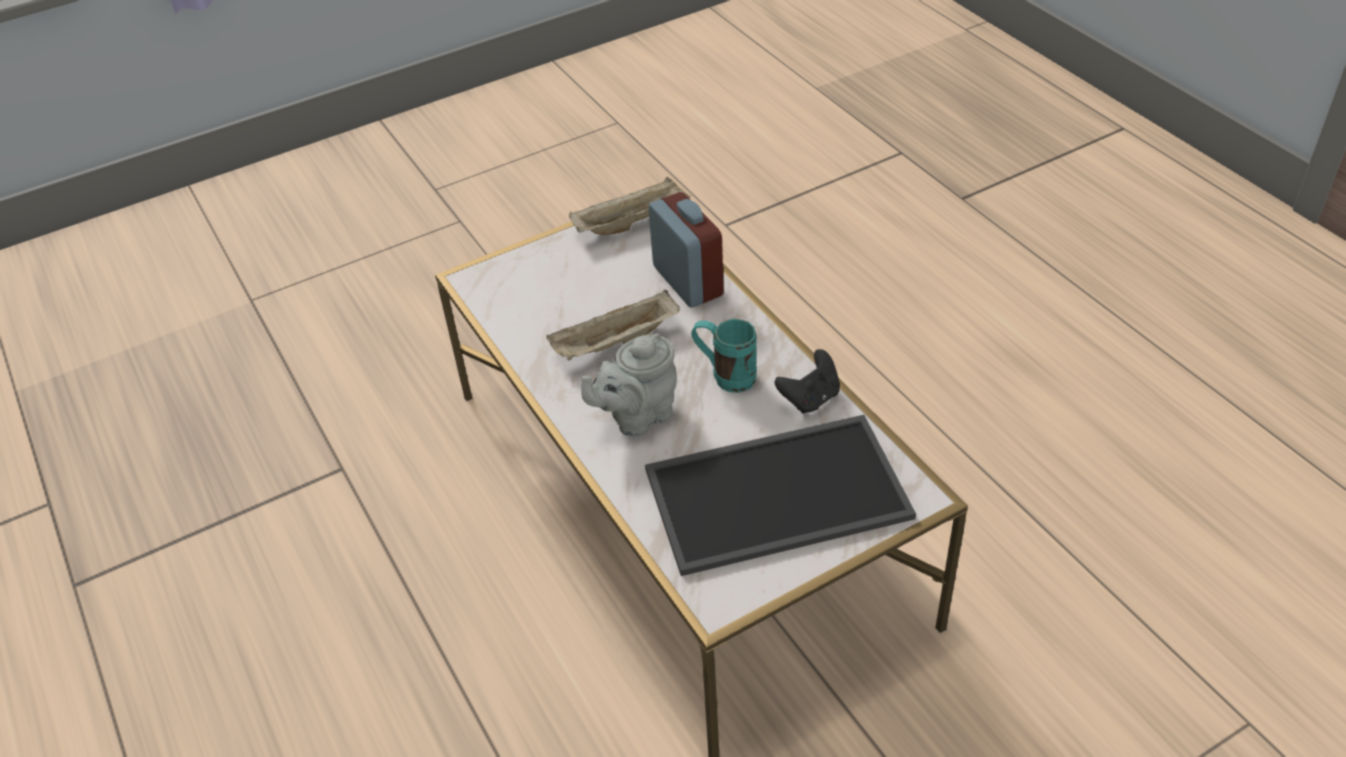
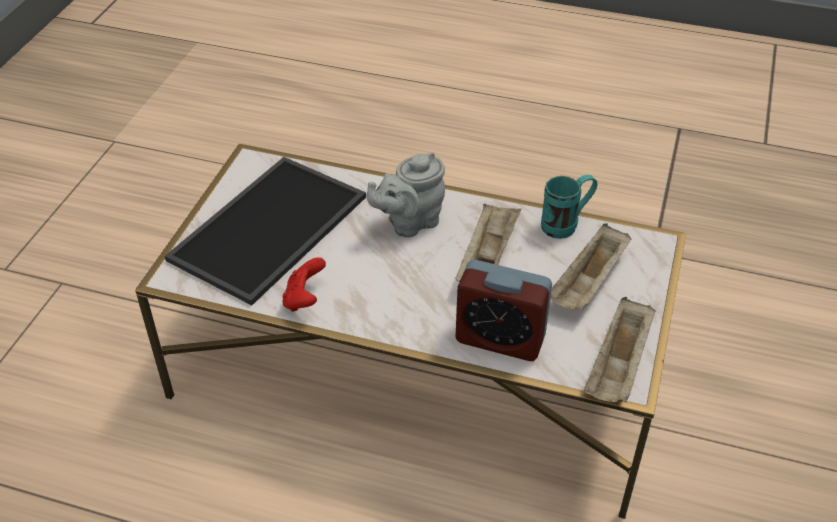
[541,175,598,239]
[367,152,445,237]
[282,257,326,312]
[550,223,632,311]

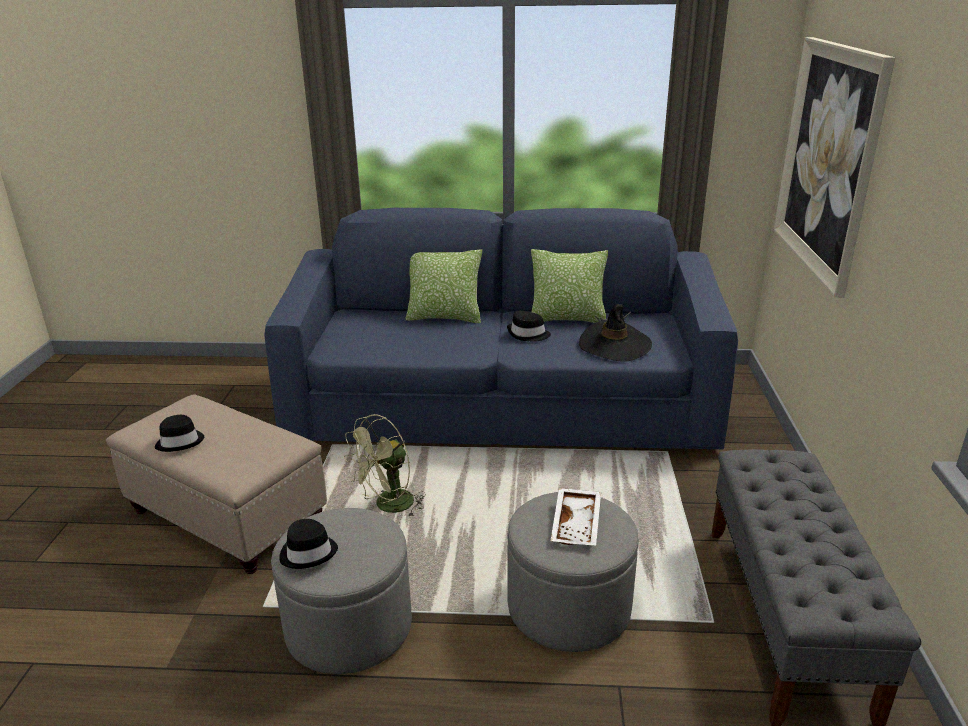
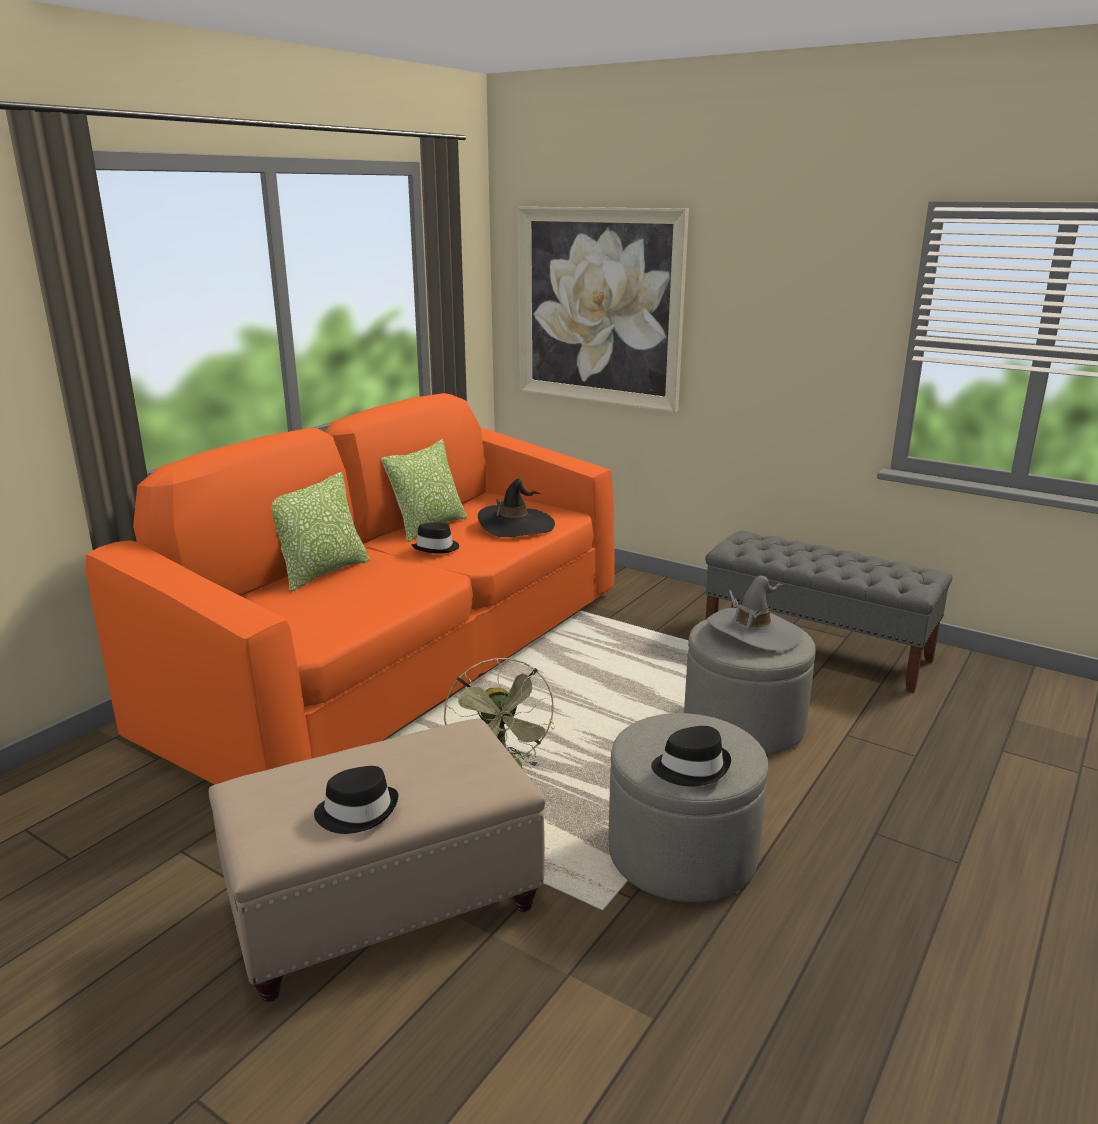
[85,393,615,785]
[707,576,803,651]

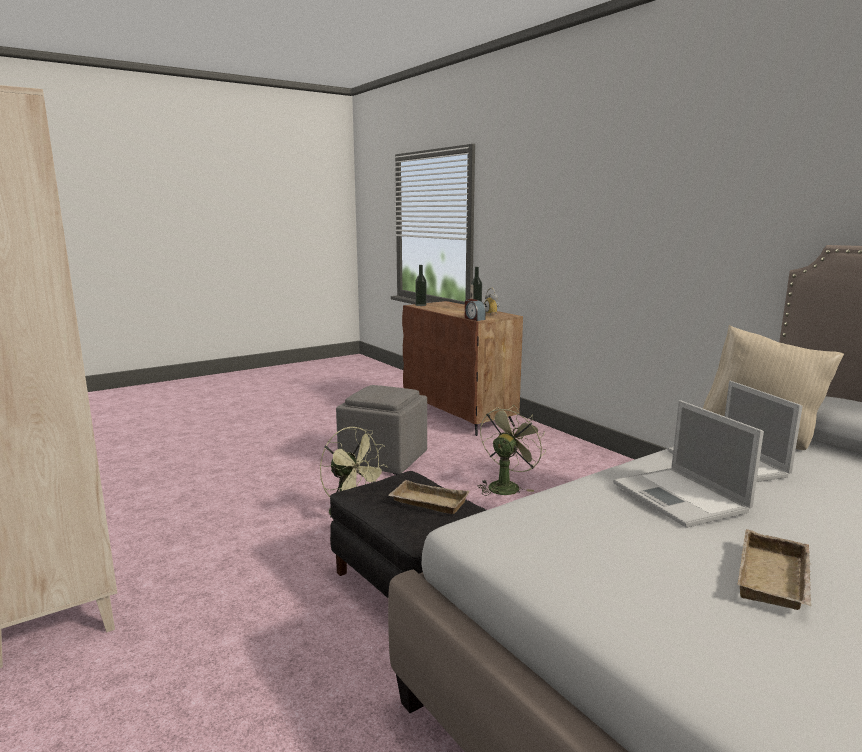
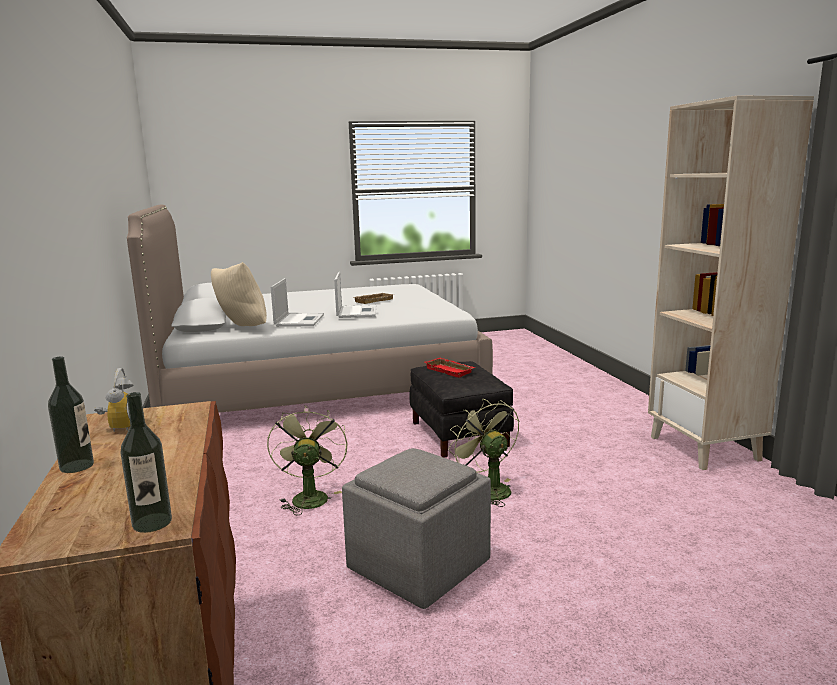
[465,299,486,321] (first image)
[267,405,348,515]
[425,357,475,378]

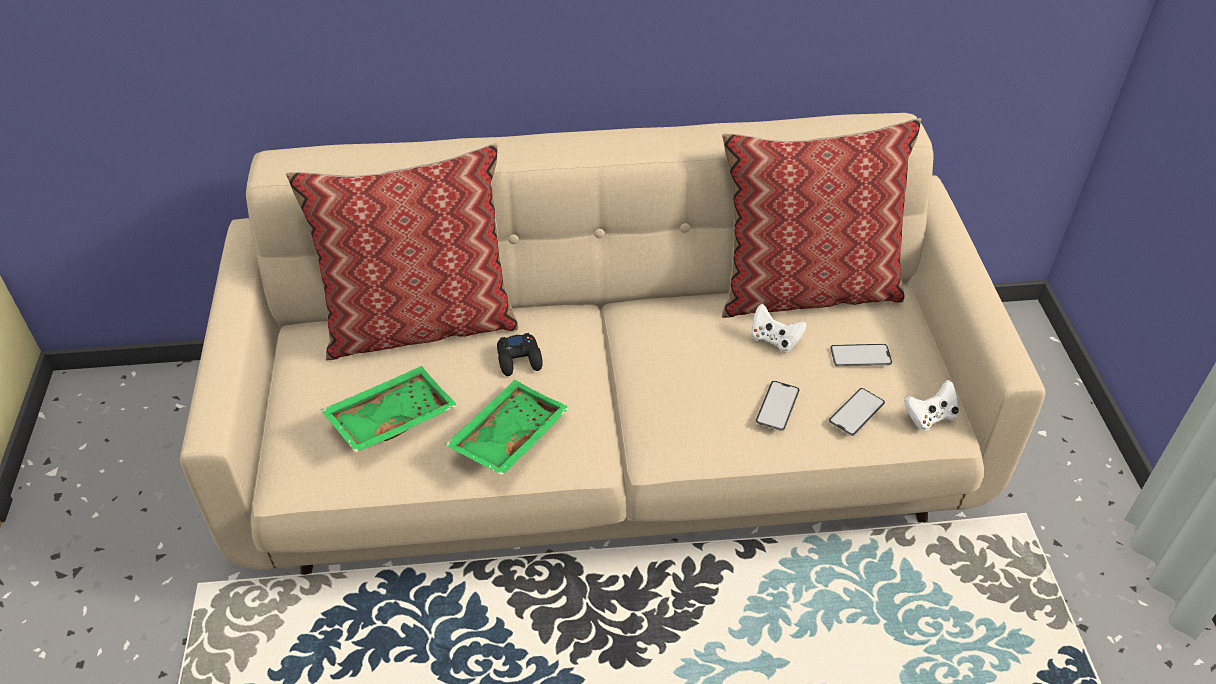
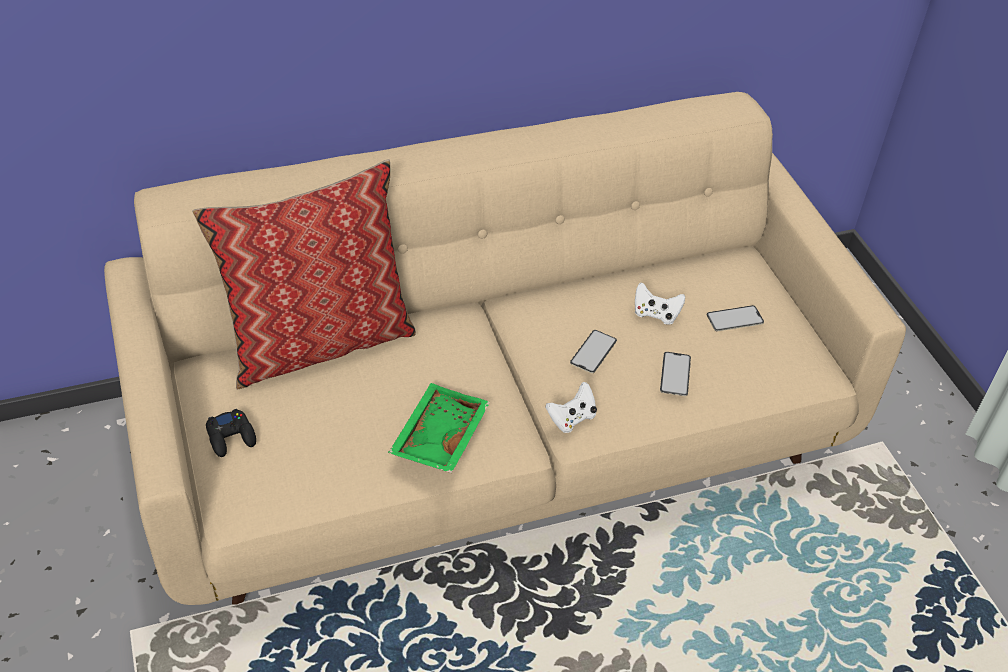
[722,118,921,318] (first image)
[206,409,256,457]
[321,366,458,453] (first image)
[545,382,597,433]
[570,330,617,373]

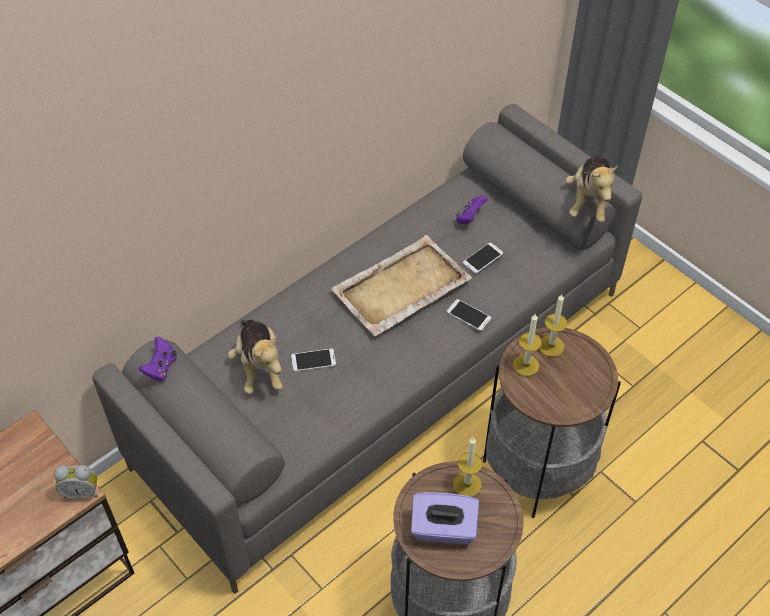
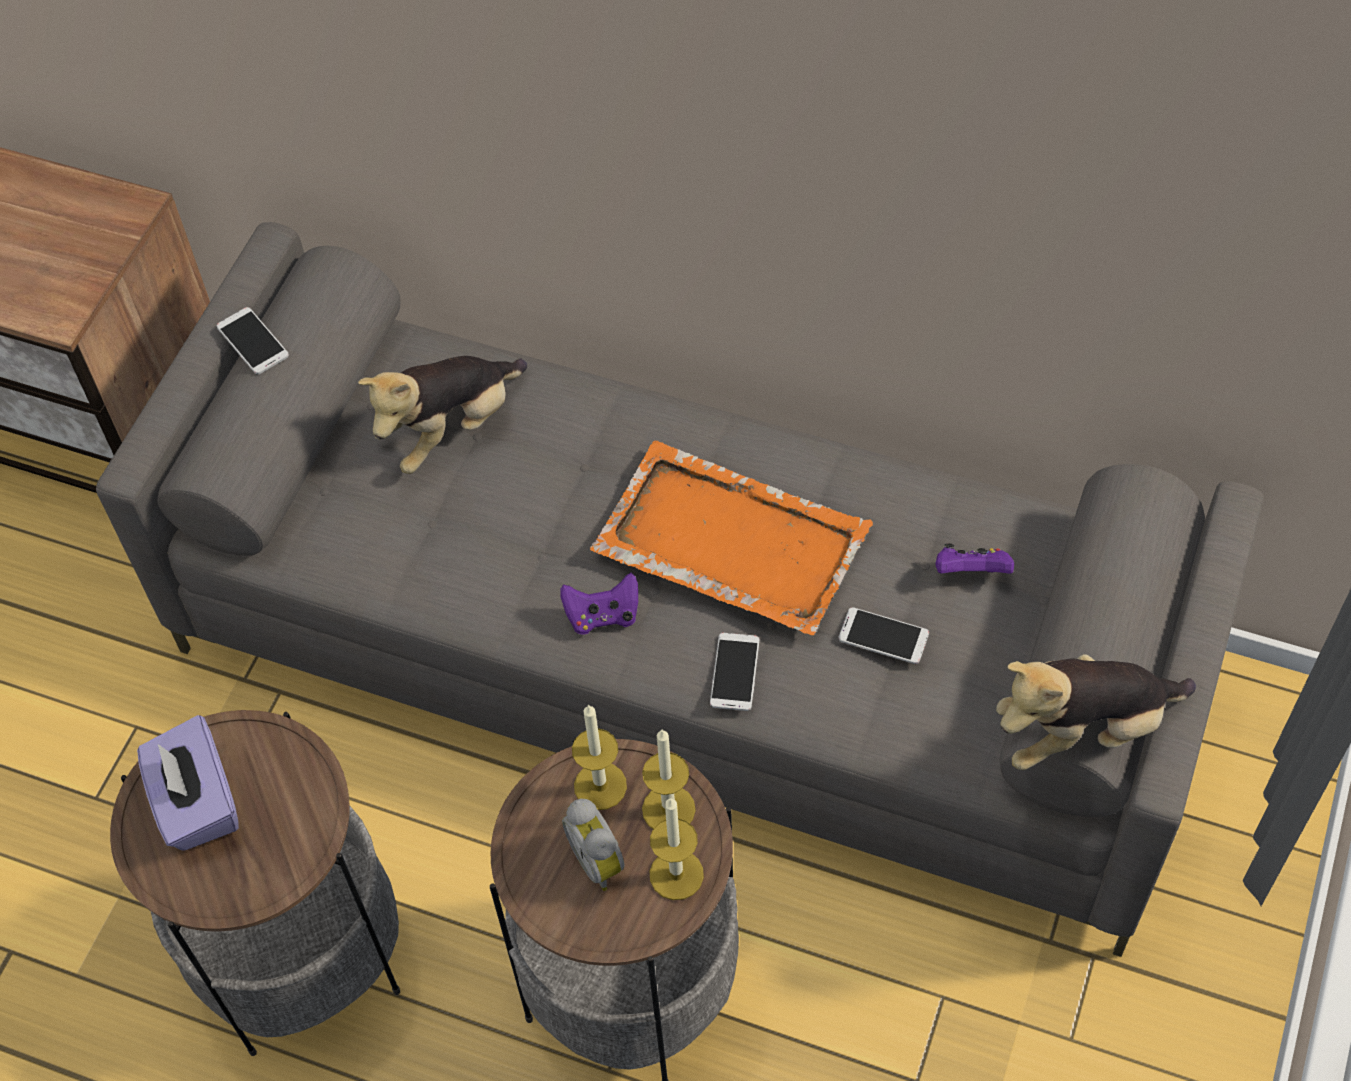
[590,440,873,635]
[560,573,638,635]
[217,307,289,374]
[650,798,704,900]
[562,799,625,891]

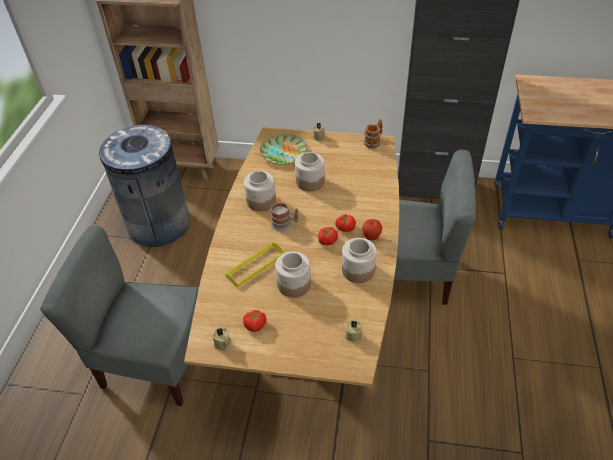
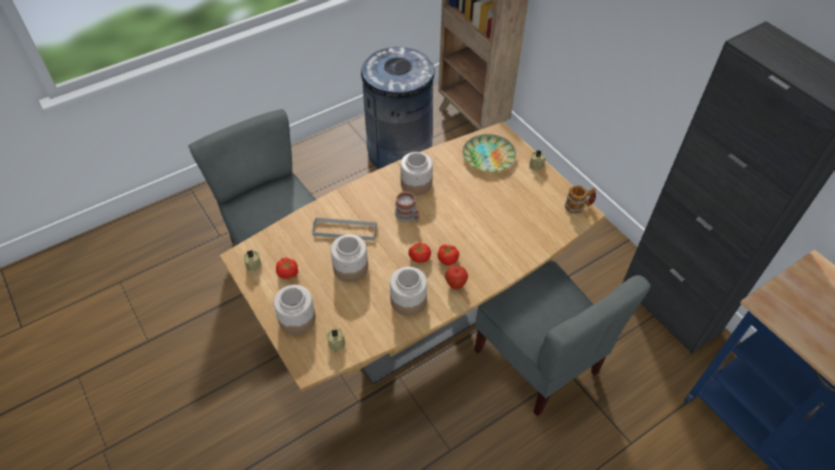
[274,285,316,335]
[312,217,377,241]

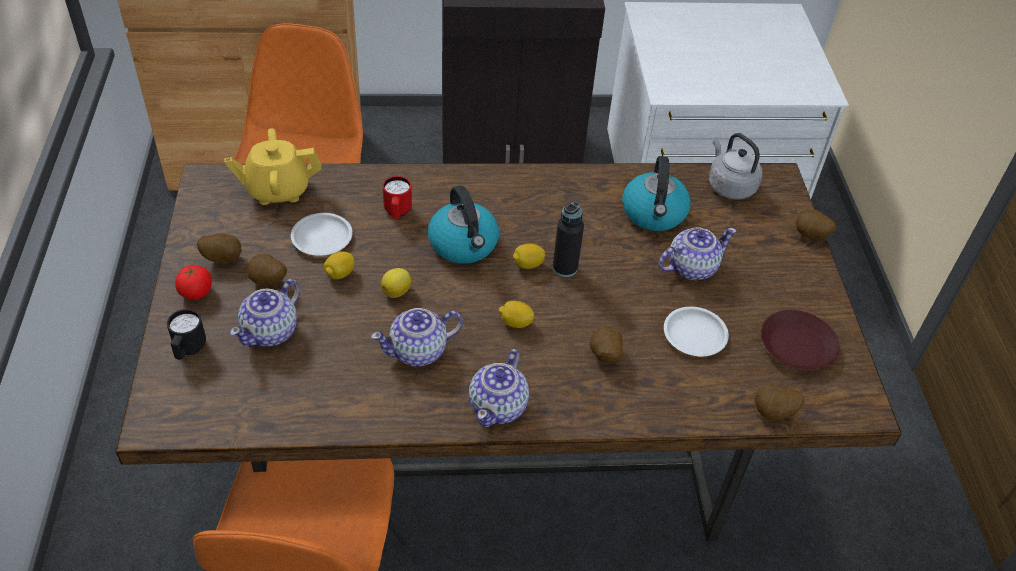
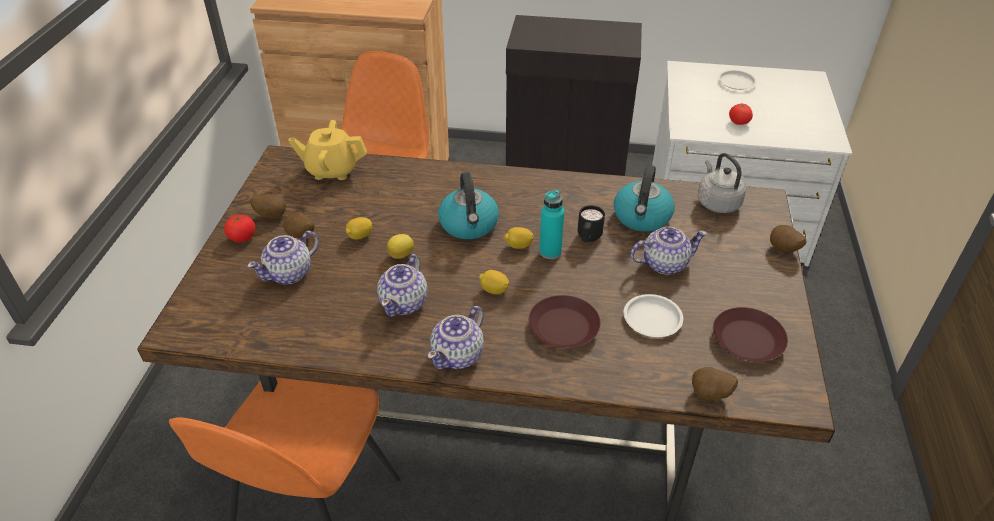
[383,176,412,219] (first image)
[539,190,565,259]
[718,70,757,90]
[377,254,427,317]
[578,205,605,242]
[529,295,600,348]
[729,104,753,125]

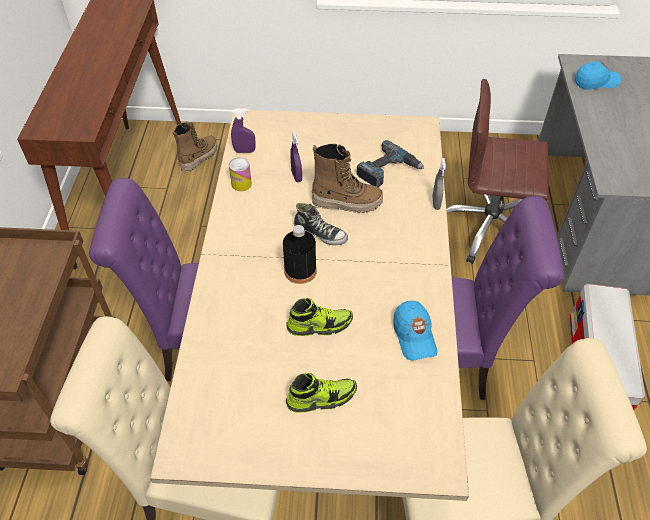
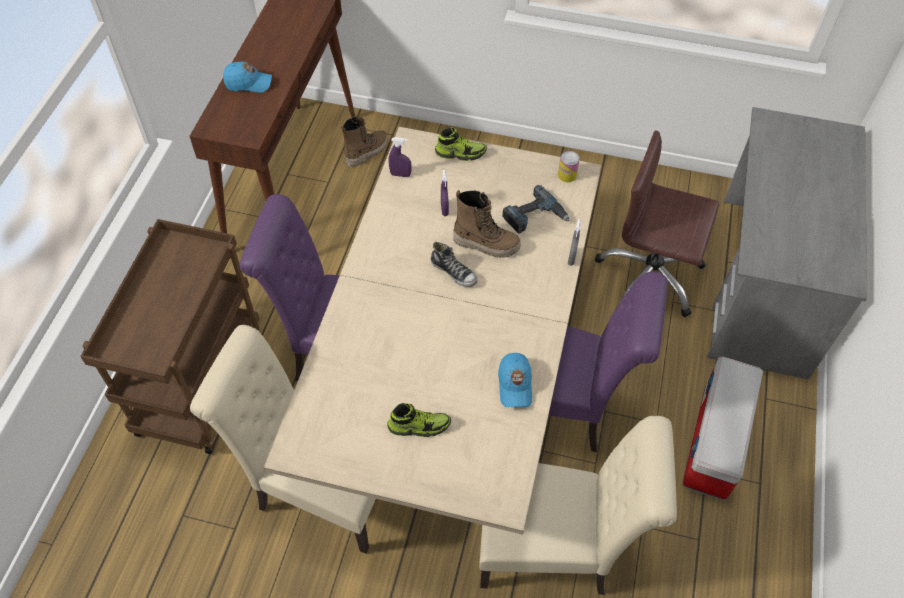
[223,61,272,93]
[558,151,580,182]
[283,225,317,284] (first image)
[435,127,487,161]

